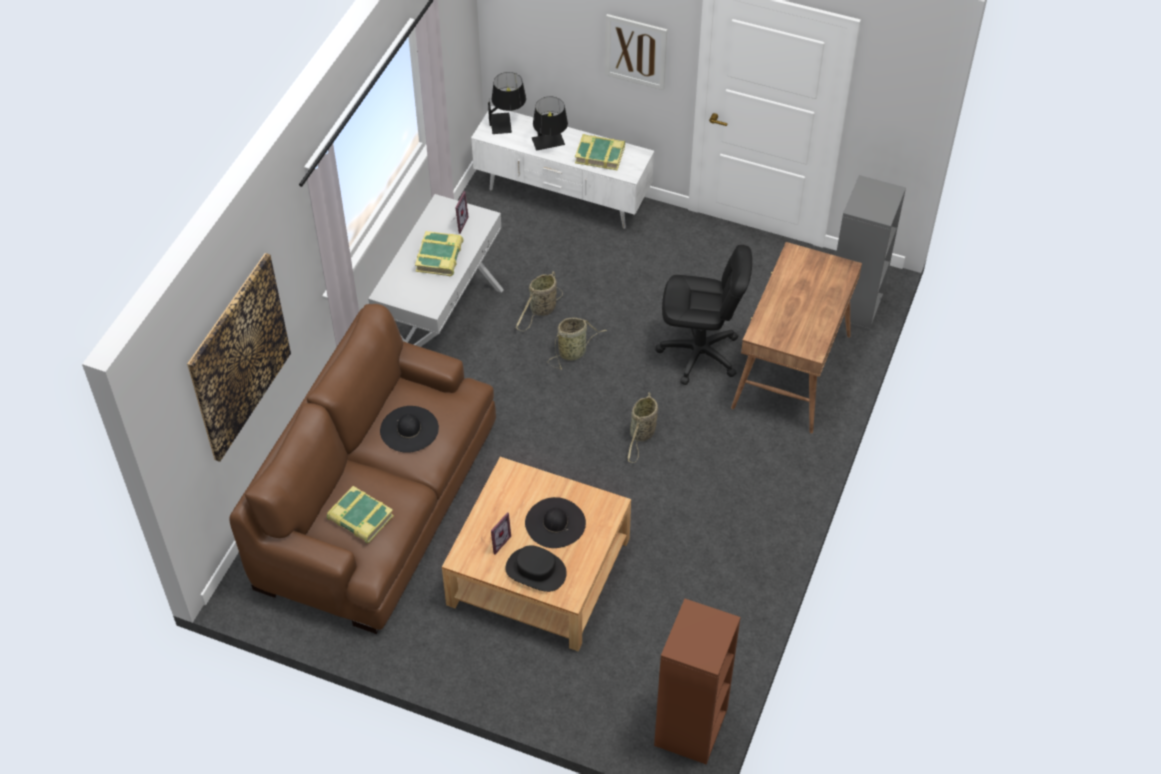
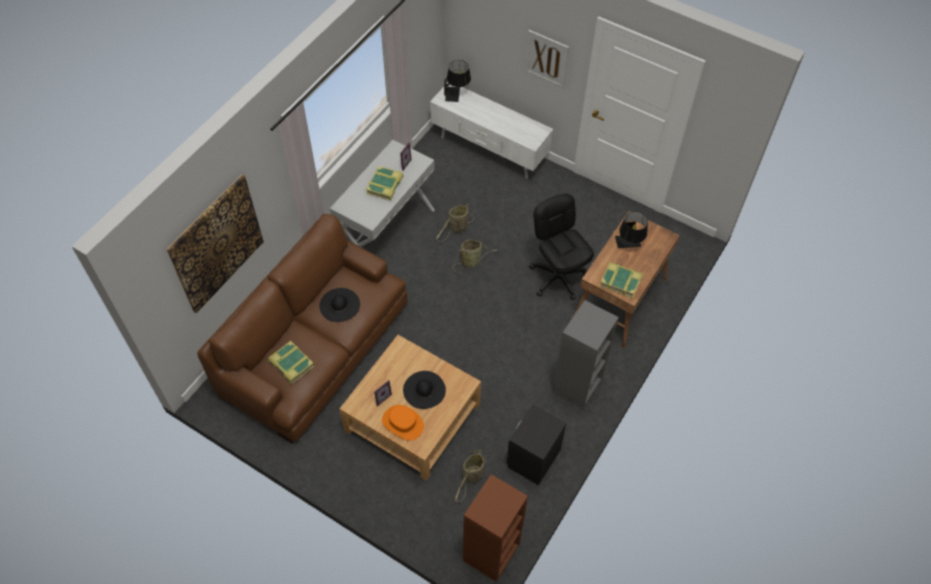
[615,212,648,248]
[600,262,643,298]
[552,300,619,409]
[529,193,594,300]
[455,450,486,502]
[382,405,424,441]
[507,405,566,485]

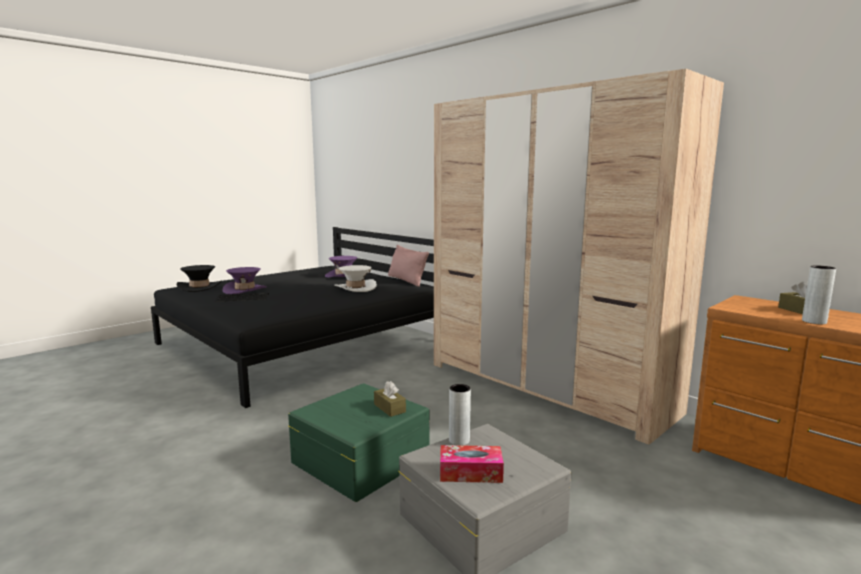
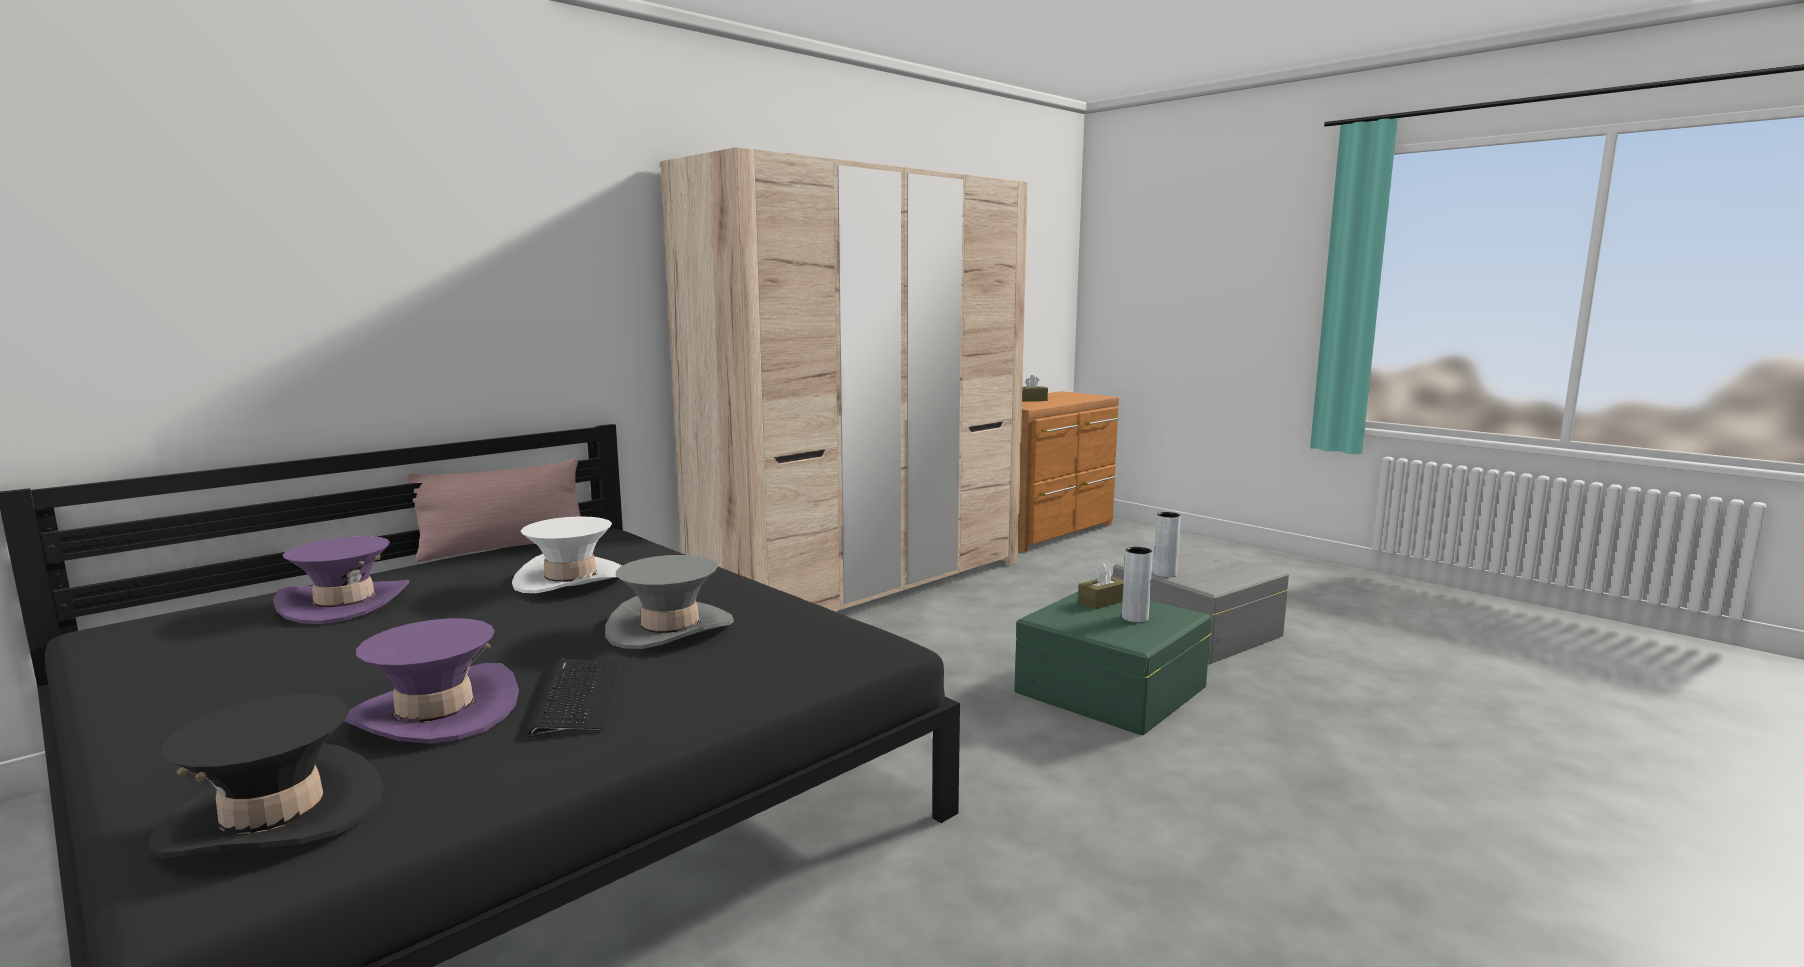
[1122,547,1153,623]
[440,445,504,483] (first image)
[605,555,734,649]

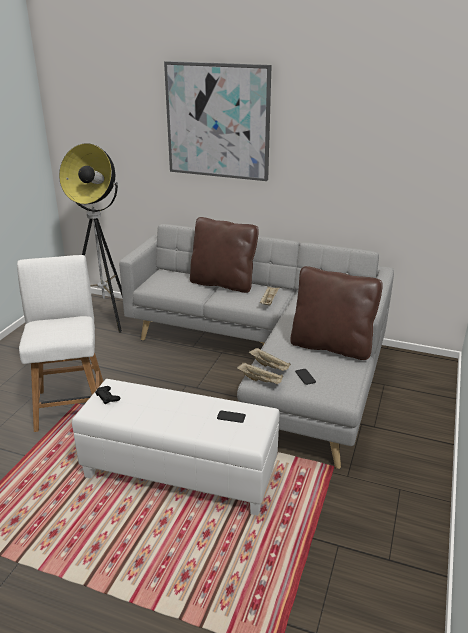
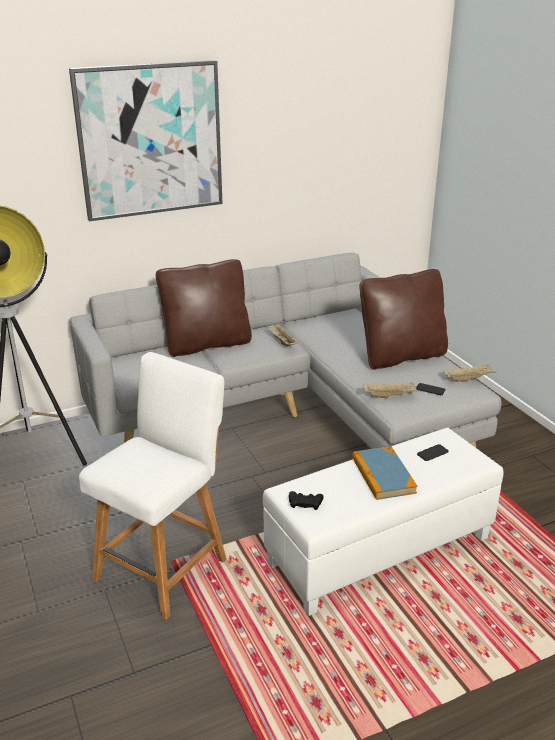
[79,352,226,620]
[444,364,496,382]
[352,446,418,500]

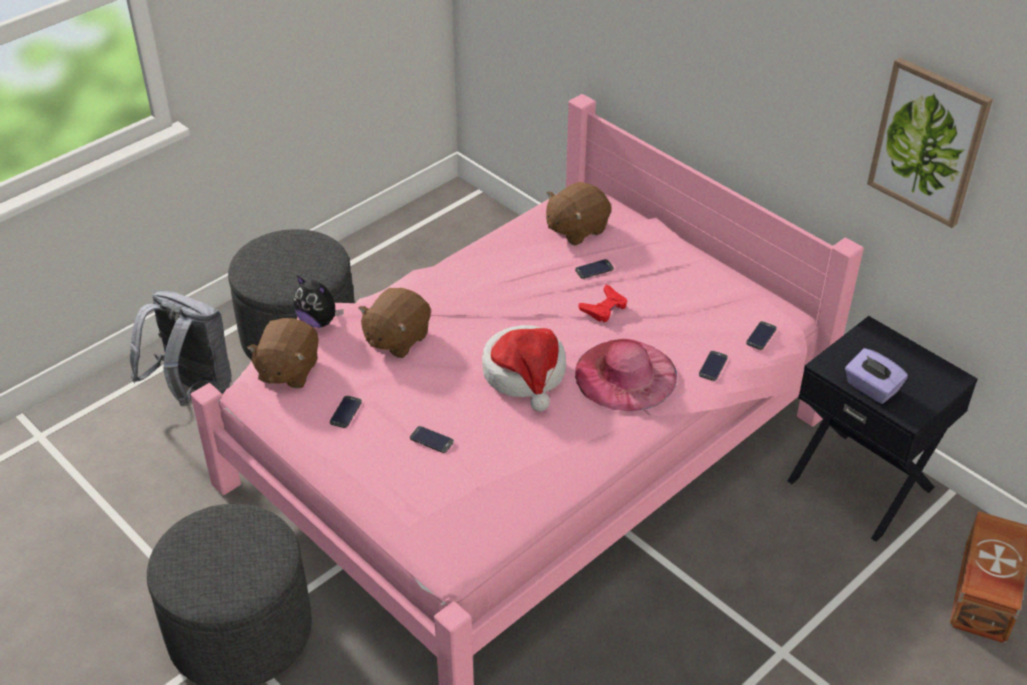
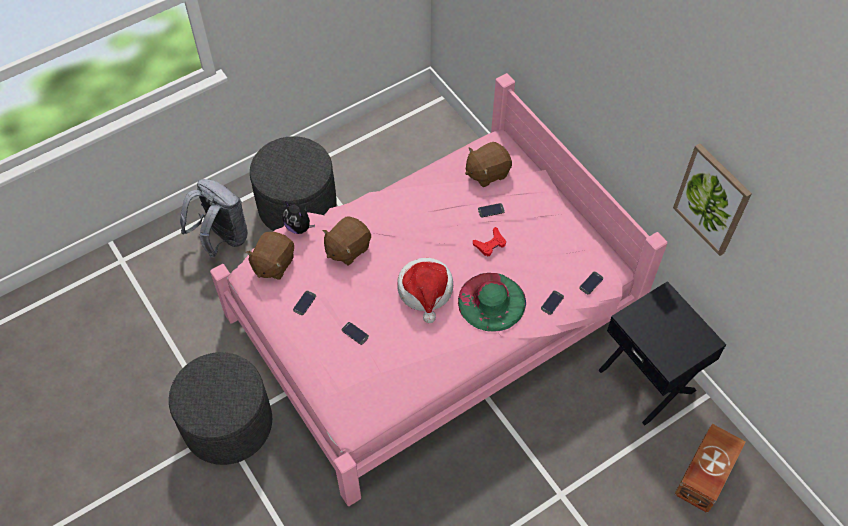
[458,273,526,332]
[845,348,908,404] (first image)

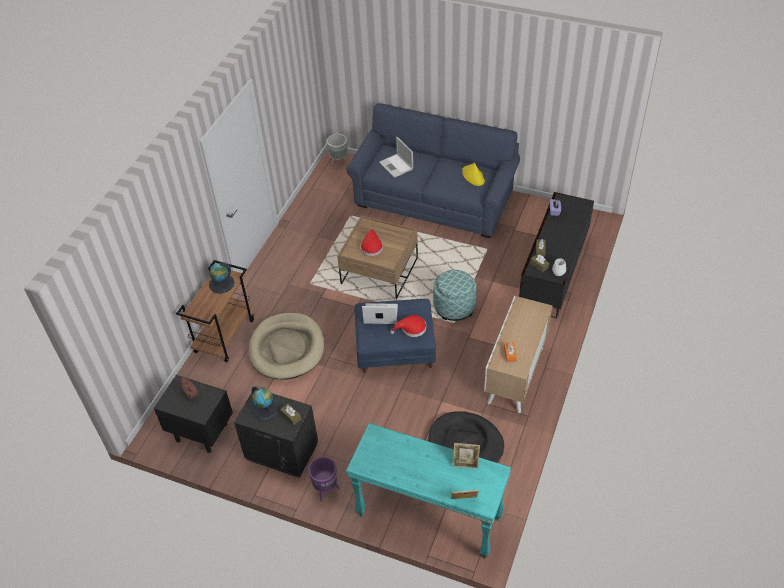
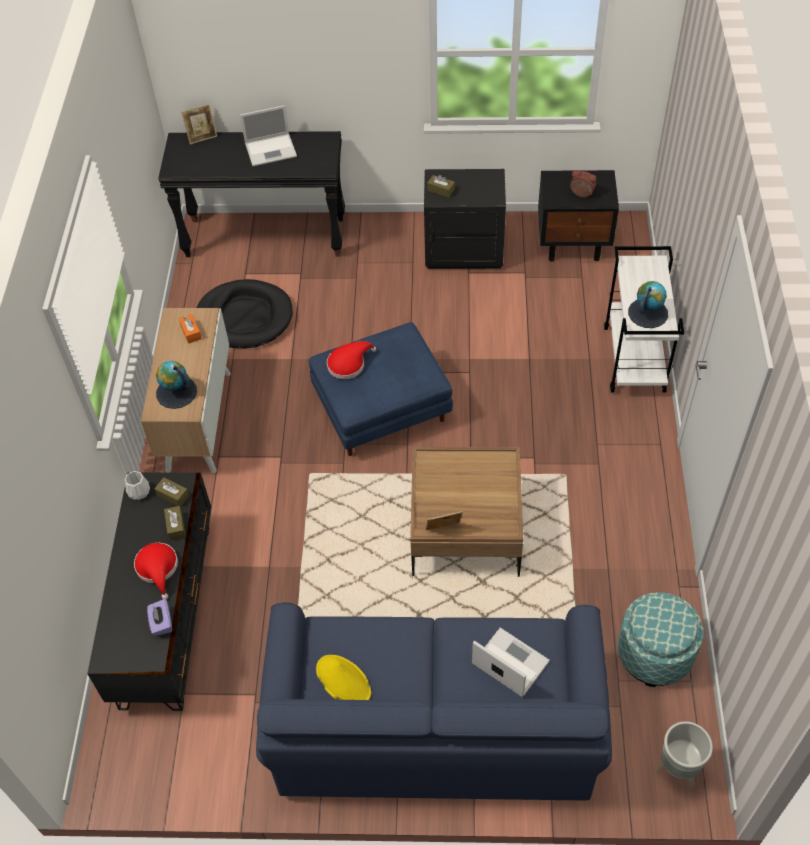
[134,543,178,599]
[604,246,684,393]
[618,592,704,687]
[240,105,297,166]
[248,313,324,380] (first image)
[156,361,197,409]
[158,131,345,257]
[425,511,463,530]
[308,457,339,502] (first image)

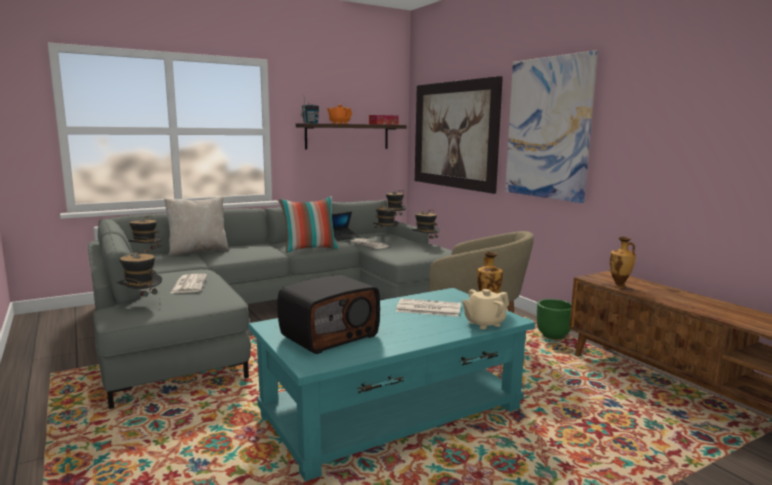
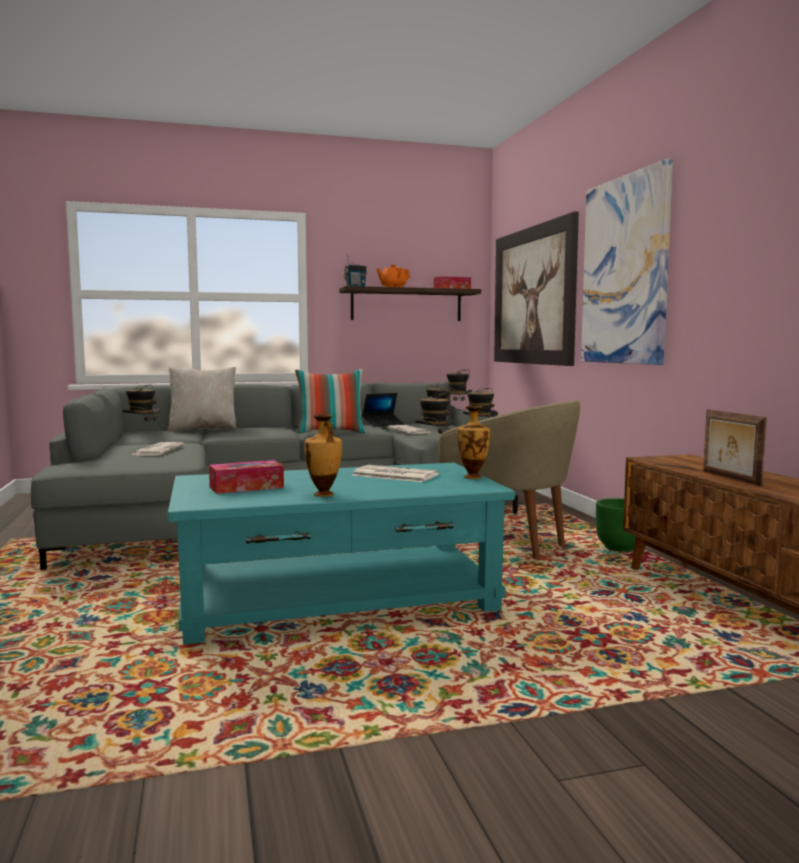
[305,414,342,497]
[415,394,454,434]
[209,460,284,494]
[462,289,509,329] (first image)
[703,409,767,486]

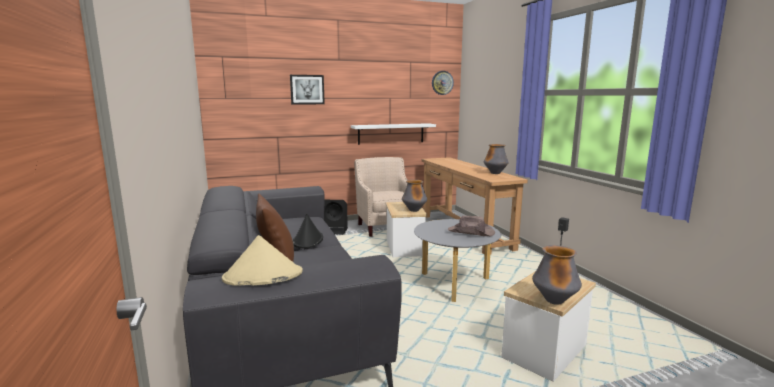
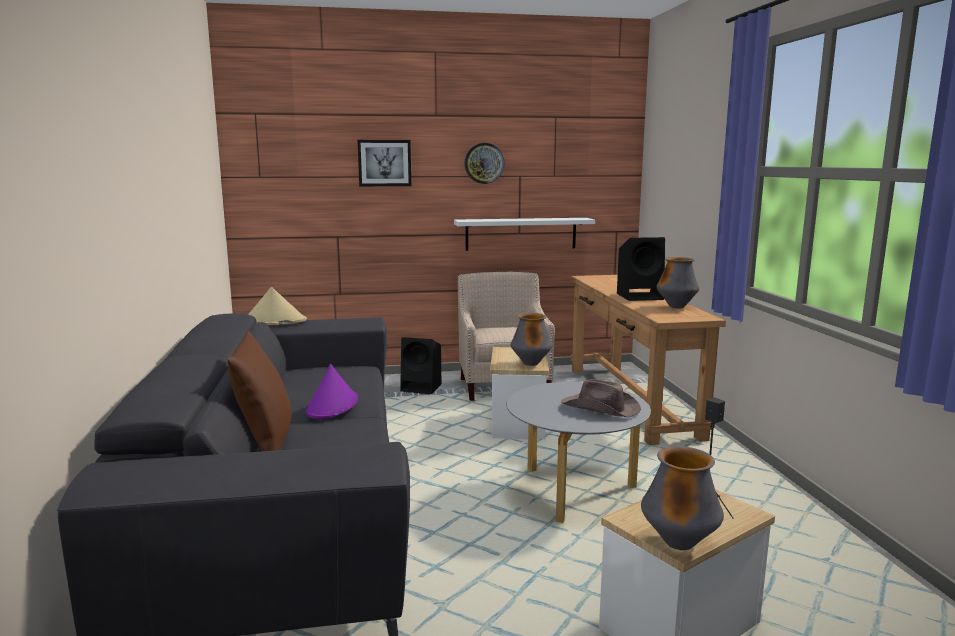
[464,143,504,184]
[305,364,358,419]
[248,287,307,325]
[617,237,665,301]

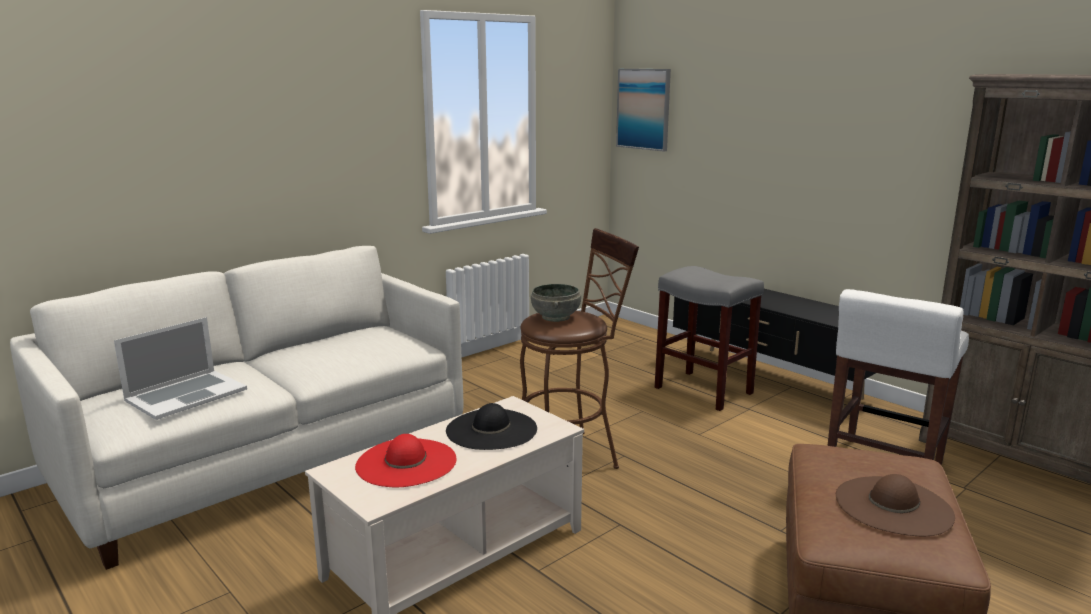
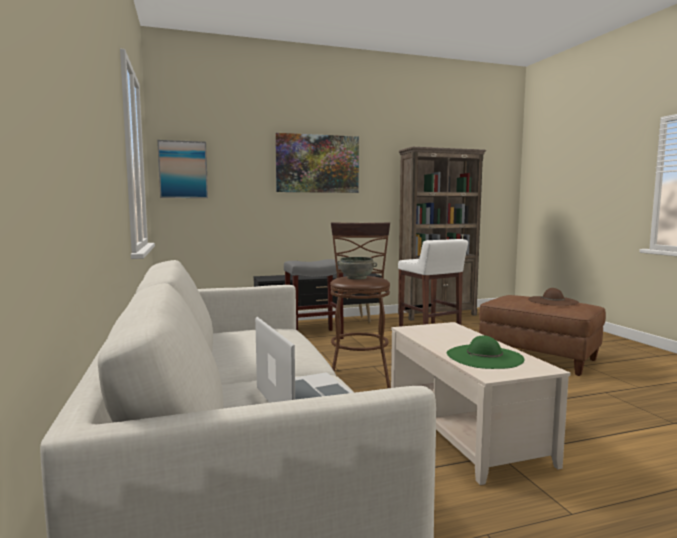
[446,403,537,450] (first image)
[447,335,525,369]
[275,133,359,193]

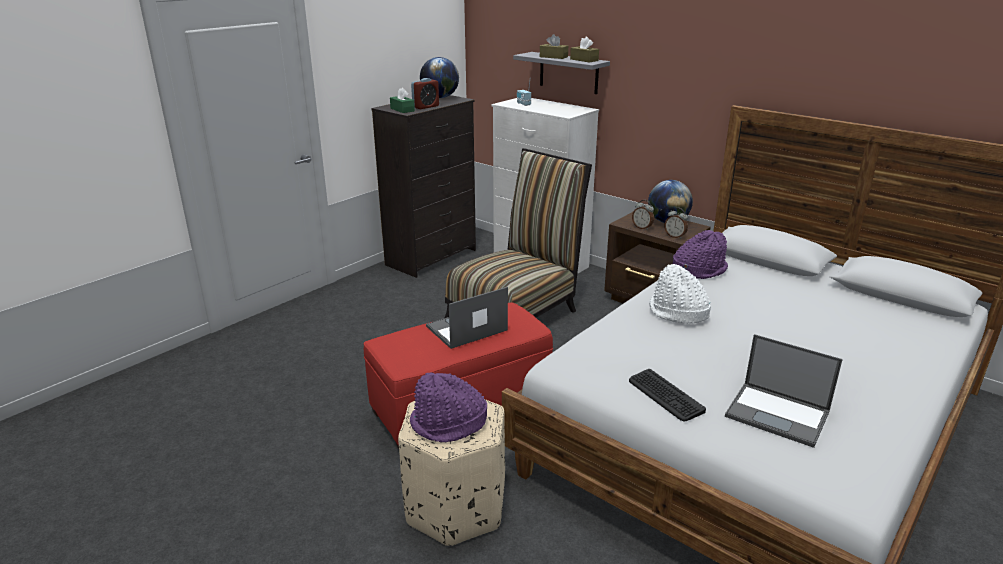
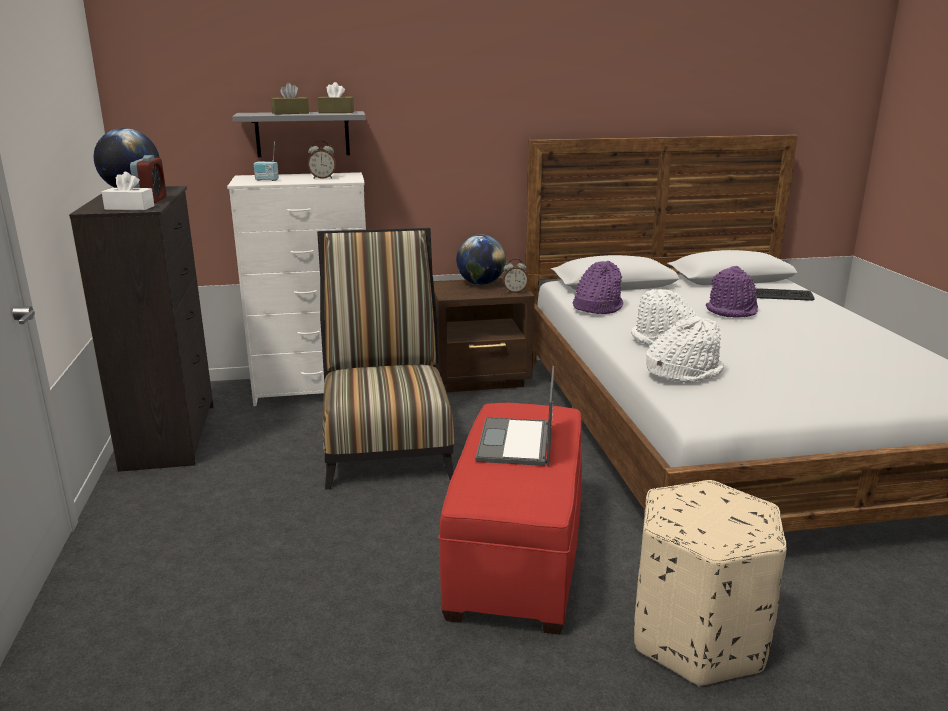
[102,172,154,210]
[308,141,336,179]
[725,334,843,448] (first image)
[755,288,814,301]
[706,266,758,318]
[646,316,724,383]

